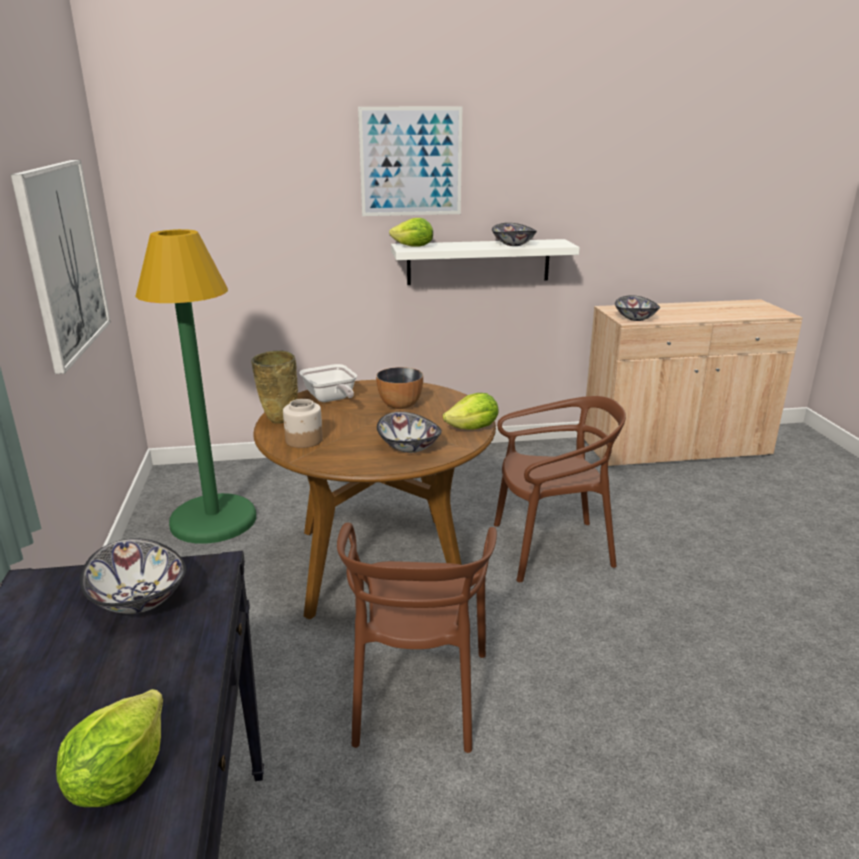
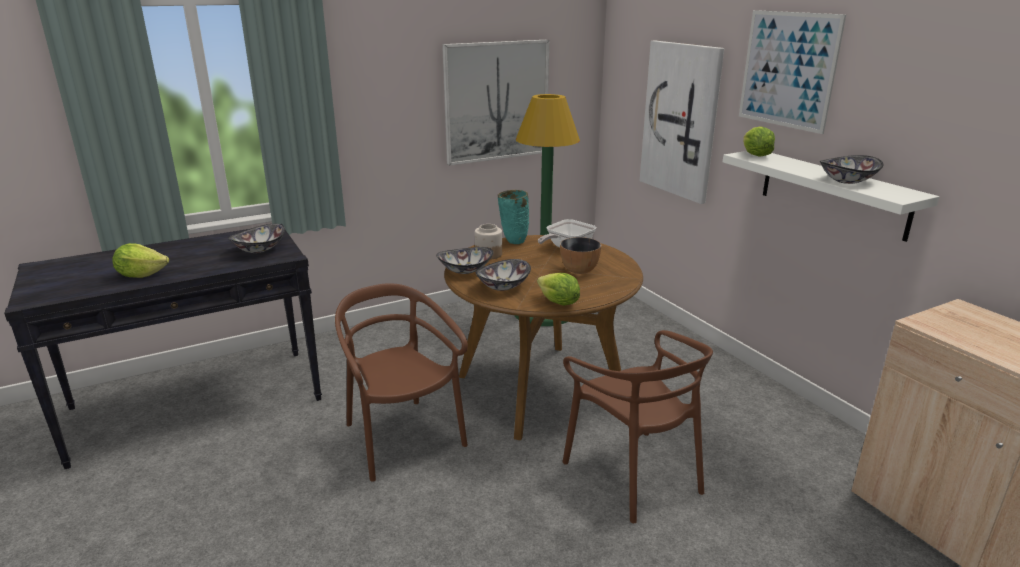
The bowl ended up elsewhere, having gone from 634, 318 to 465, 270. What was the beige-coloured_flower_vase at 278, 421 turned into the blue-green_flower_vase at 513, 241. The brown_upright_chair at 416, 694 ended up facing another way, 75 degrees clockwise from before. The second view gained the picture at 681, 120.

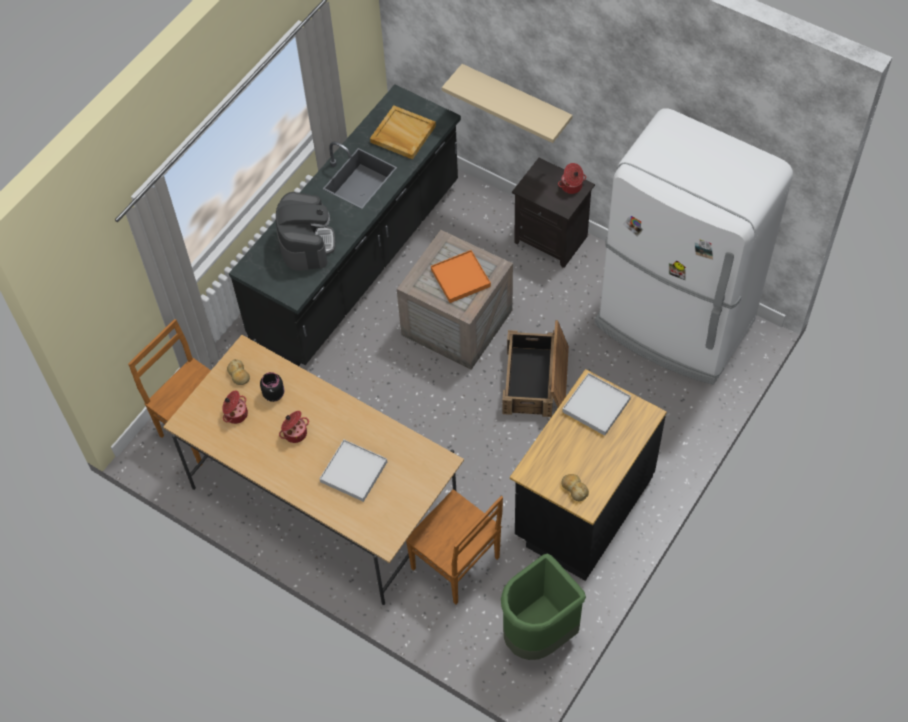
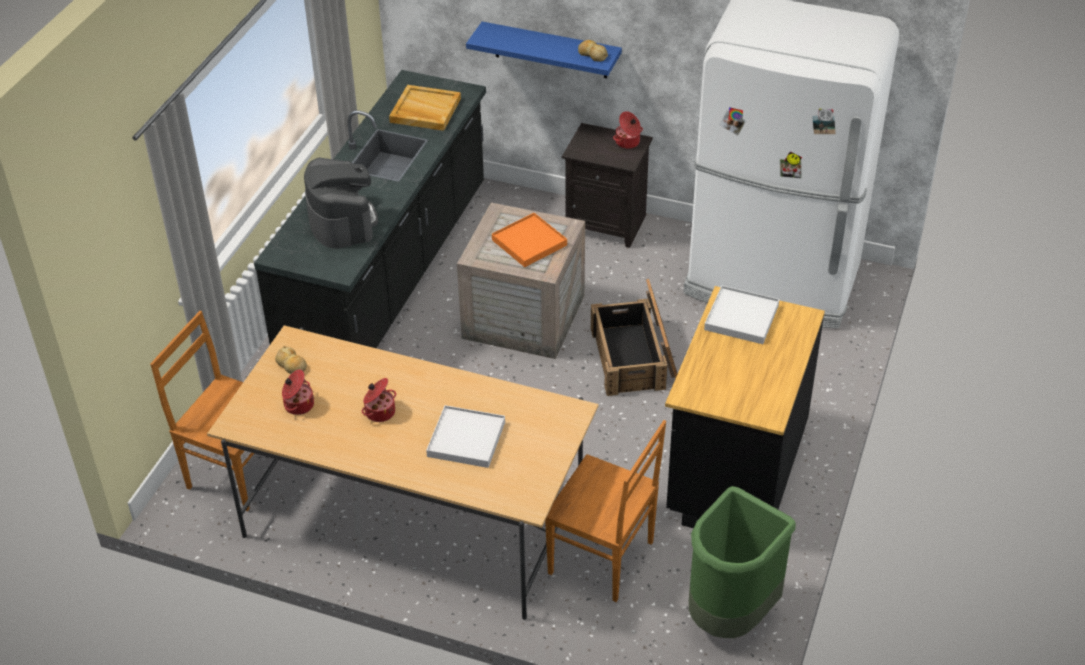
What was the beige-coloured_wall_shelf at 516, 100 turned into the bluish_wall_shelf at 551, 50. The second view lost the black_preserve_jar at 274, 393. The bread ended up elsewhere, having gone from 574, 489 to 592, 54.

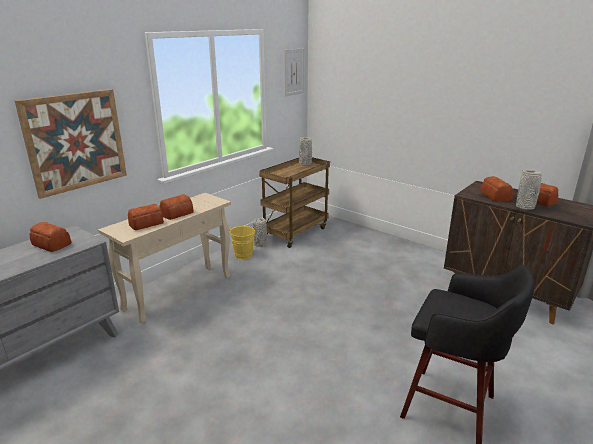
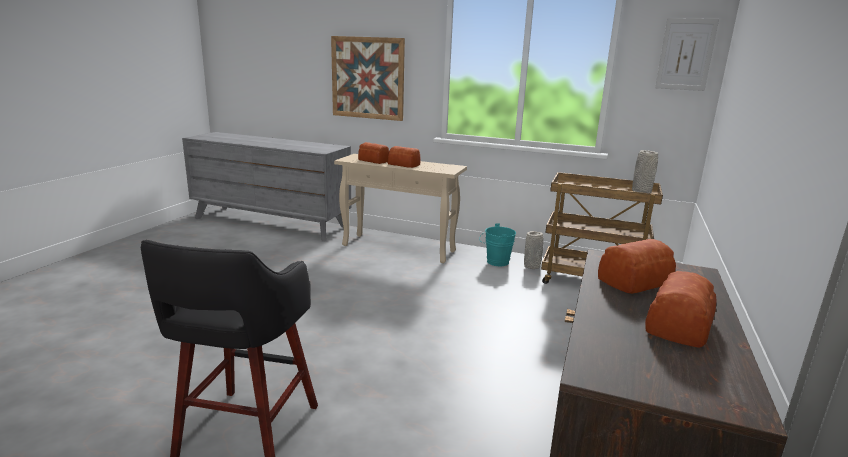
The second view lost the greyish_flower_vase at 525, 207. The second view lost the bread at 51, 245. What was the yellow-coloured_water_bucket at 242, 255 turned into the blue-green_water_bucket at 495, 262.

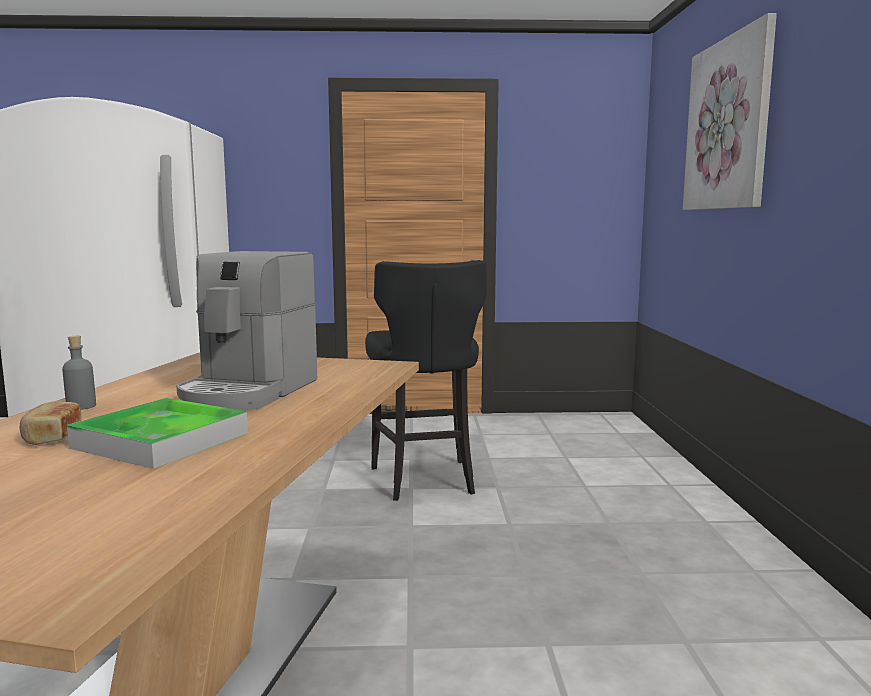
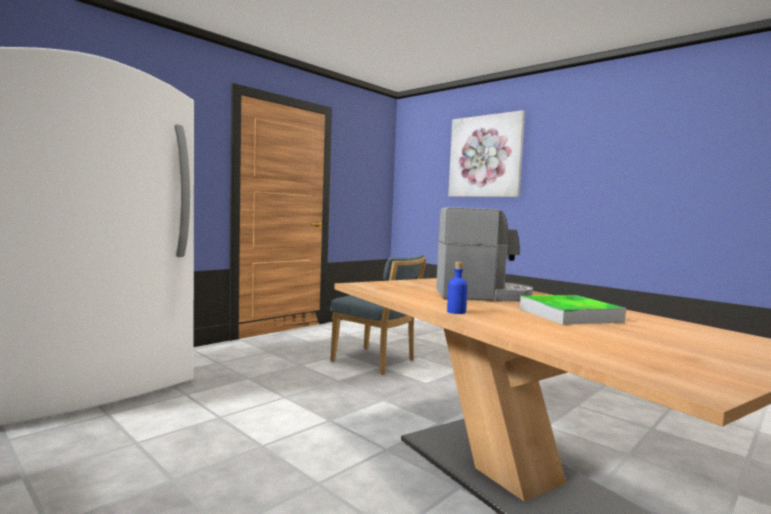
The coffee_maker at 249, 392 ended up facing another way, 60 degrees counterclockwise from before. Where the black_sitting_stool stood at 424, 479, the bluish_upright_chair came to stand at 376, 361. What was the greyish_bottle at 81, 406 turned into the bluish_bottle at 456, 312. The second view lost the bread at 51, 436.

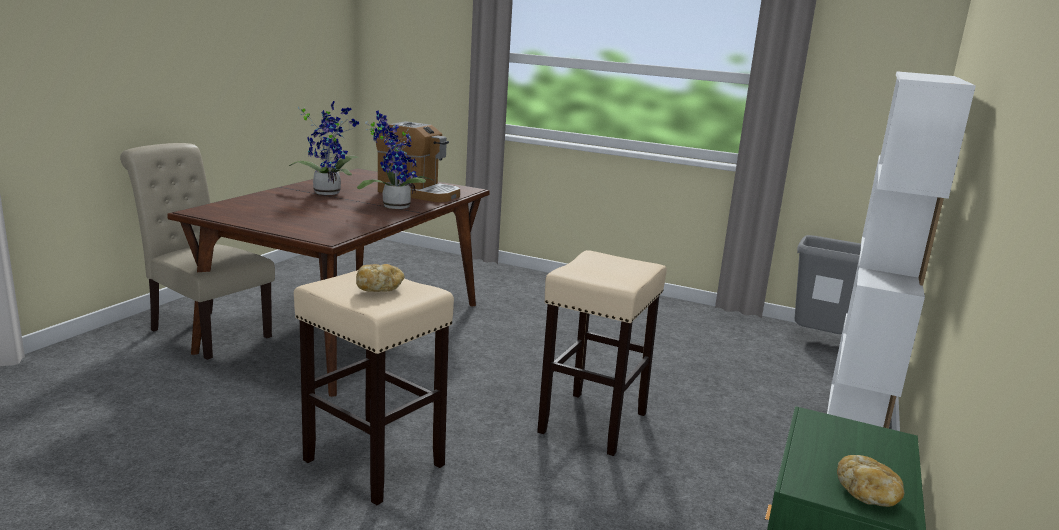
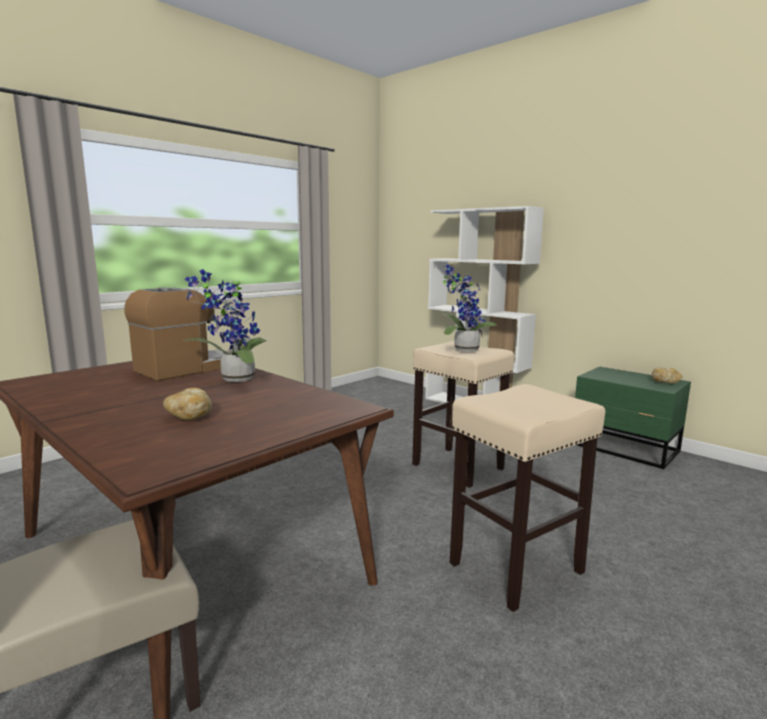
The houseplant ended up elsewhere, having gone from 328, 192 to 463, 349. The second view lost the greyish_trash_can at 818, 341. The bread ended up elsewhere, having gone from 379, 289 to 189, 416.

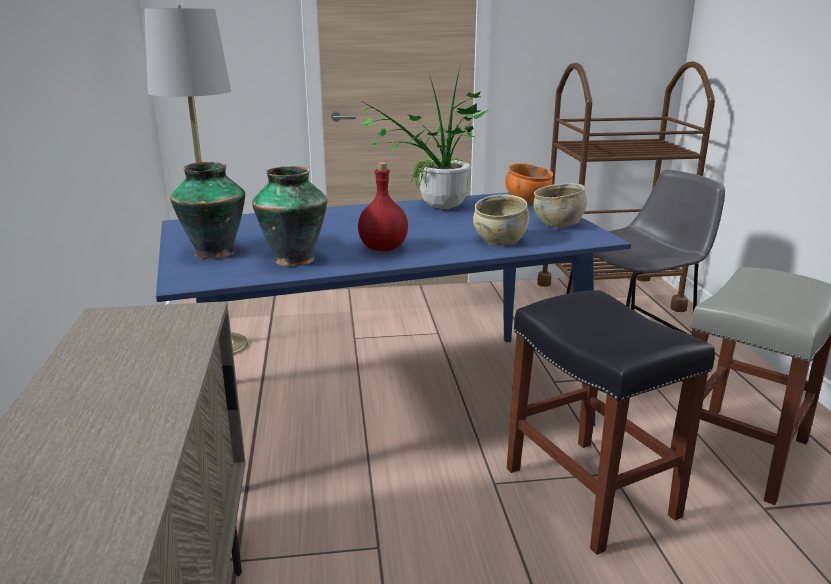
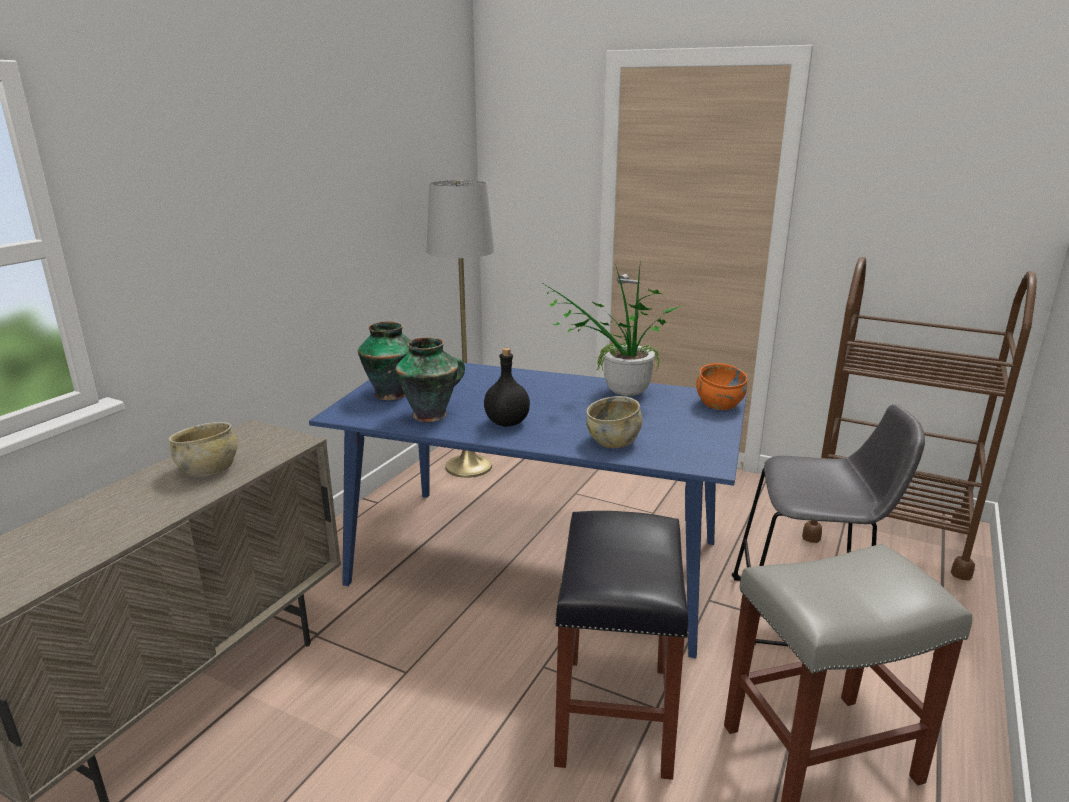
What was the red_bottle at 384, 248 turned into the black_bottle at 507, 423. The beige-coloured_bowl ended up elsewhere, having gone from 558, 223 to 209, 469.

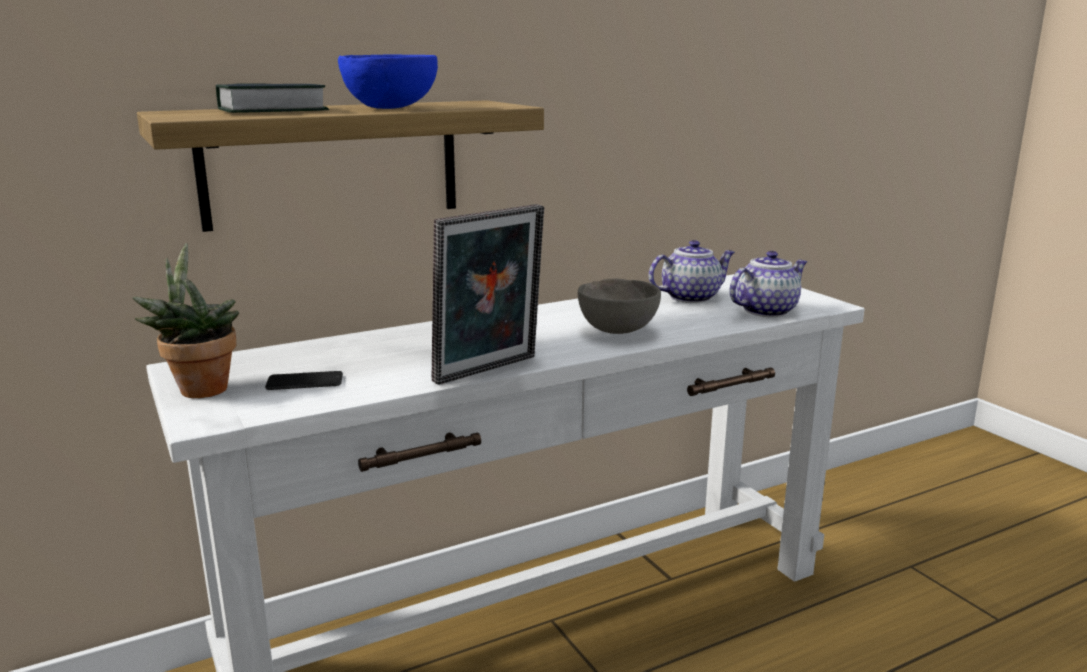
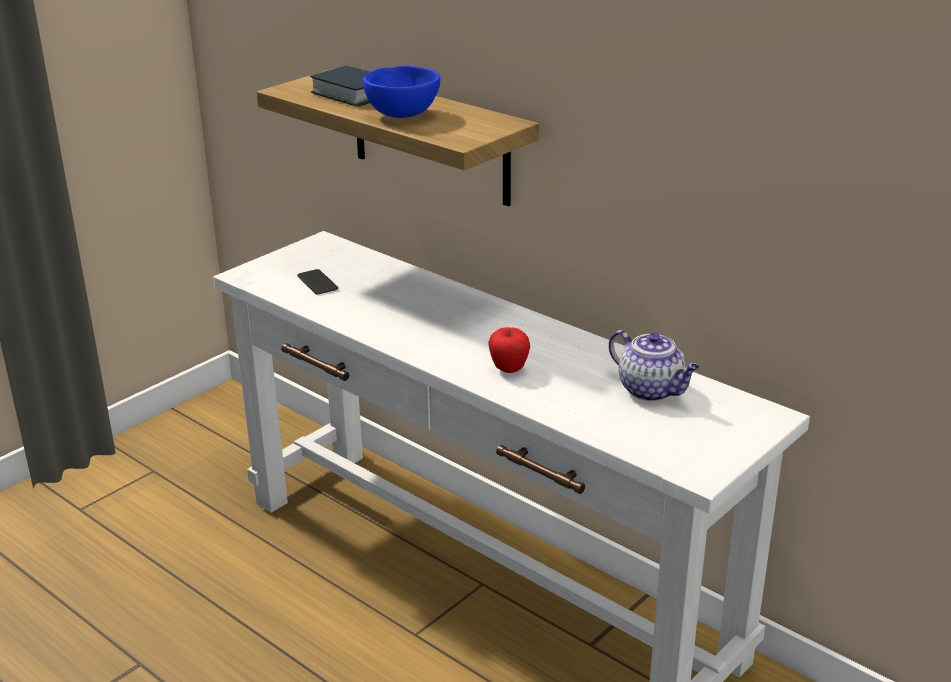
The second view lost the photo_frame at 489, 371. The second view lost the houseplant at 200, 388. The second view lost the tea_pot at 766, 311. Where the greyish_bowl stood at 618, 331, the apple came to stand at 509, 369.

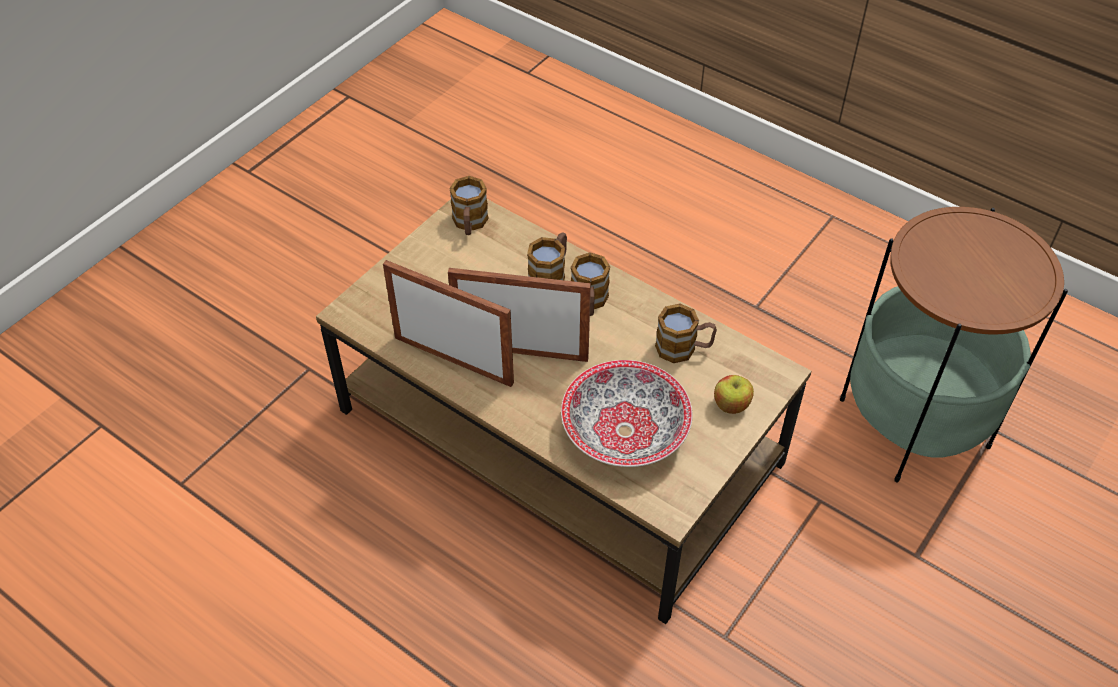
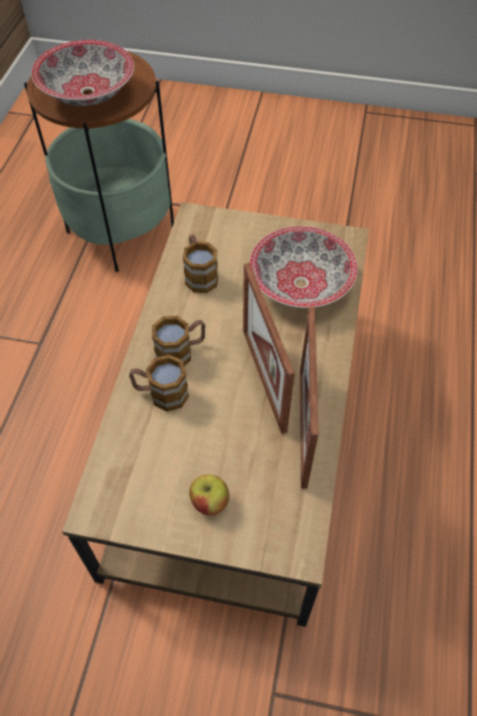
The second view lost the coffee_mug at 470, 224. The apple ended up elsewhere, having gone from 731, 405 to 209, 502. The second view gained the bowl at 87, 93.

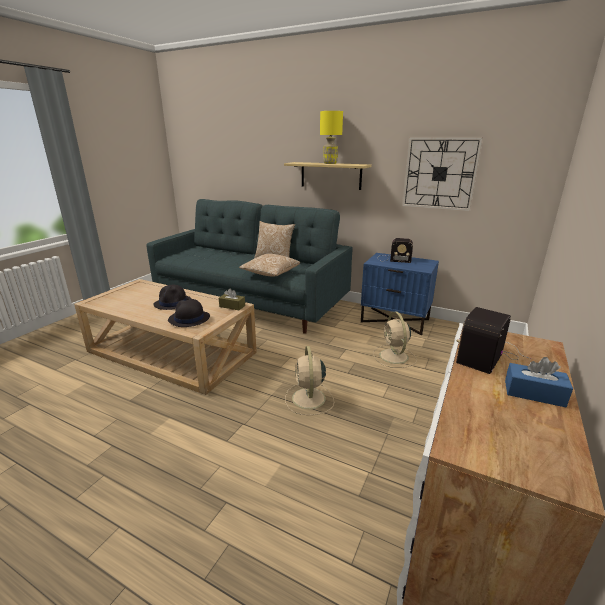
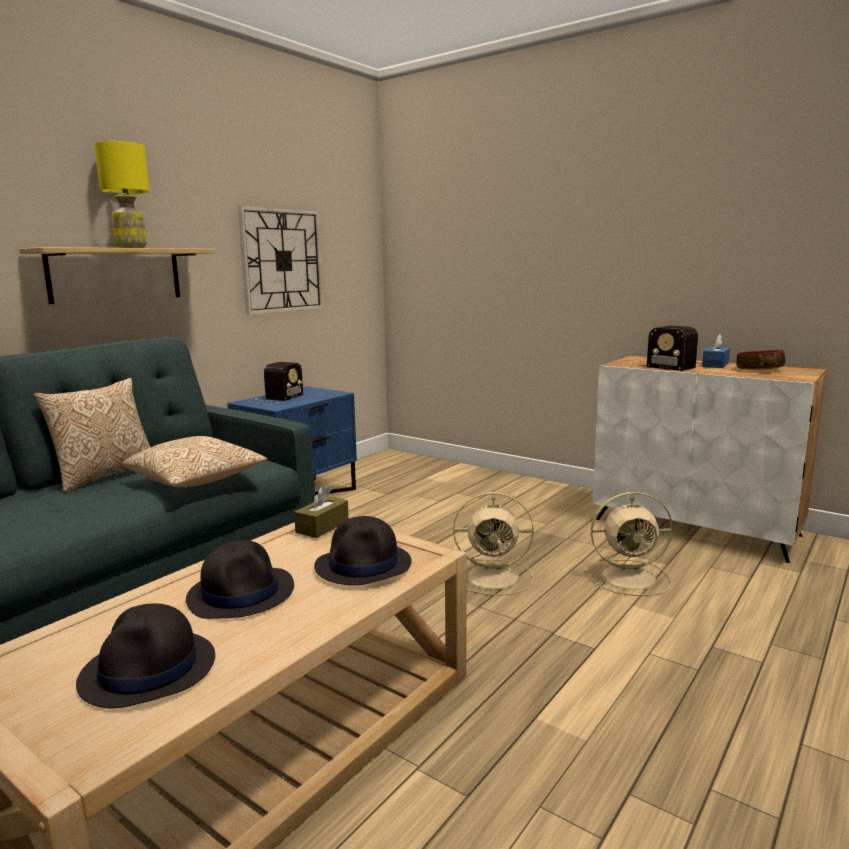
The beige-coloured_cooling_fan ended up elsewhere, having gone from 394, 357 to 631, 577. The second view gained the bowl at 759, 369. The second view gained the black_clothing_hat at 149, 670.

